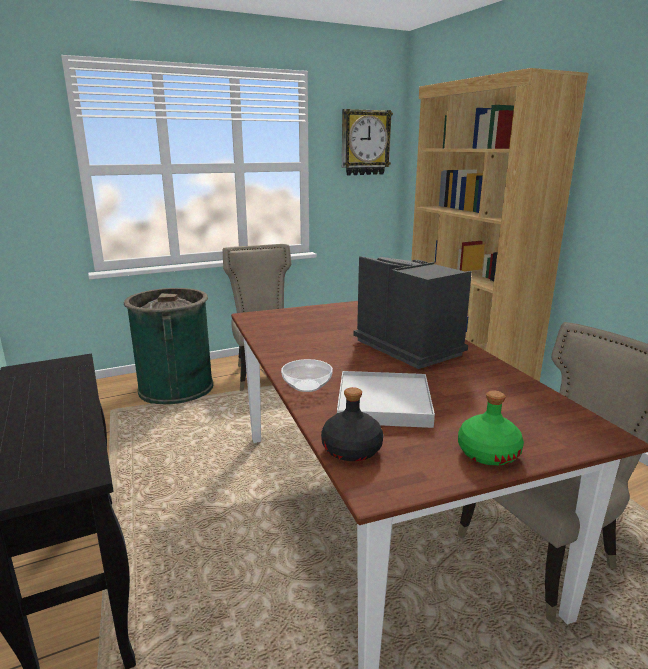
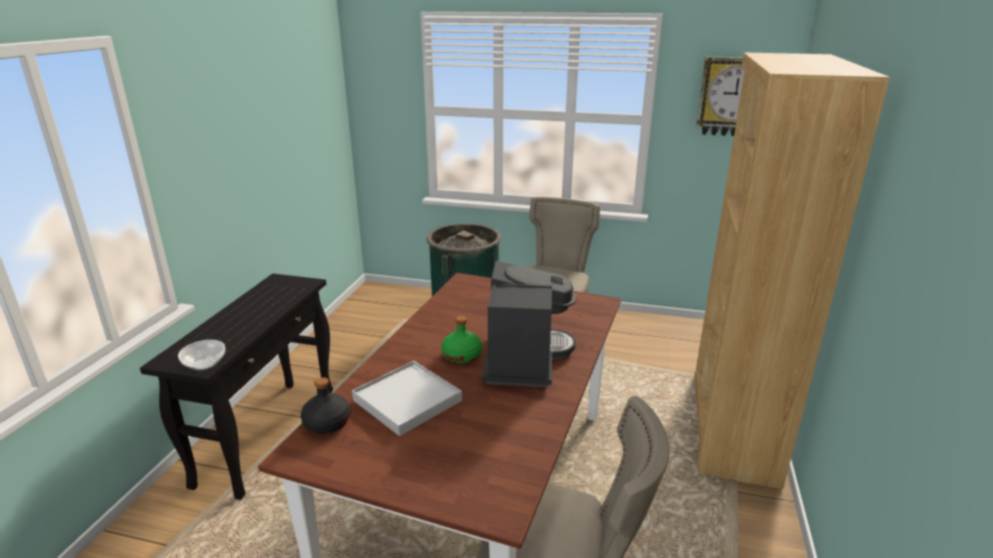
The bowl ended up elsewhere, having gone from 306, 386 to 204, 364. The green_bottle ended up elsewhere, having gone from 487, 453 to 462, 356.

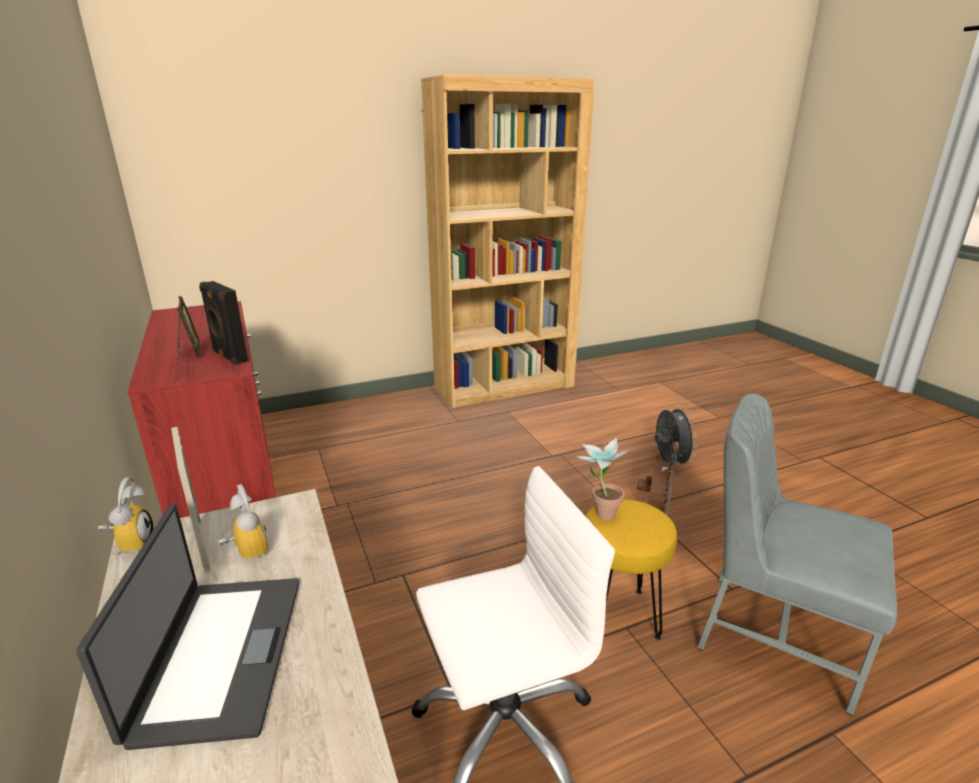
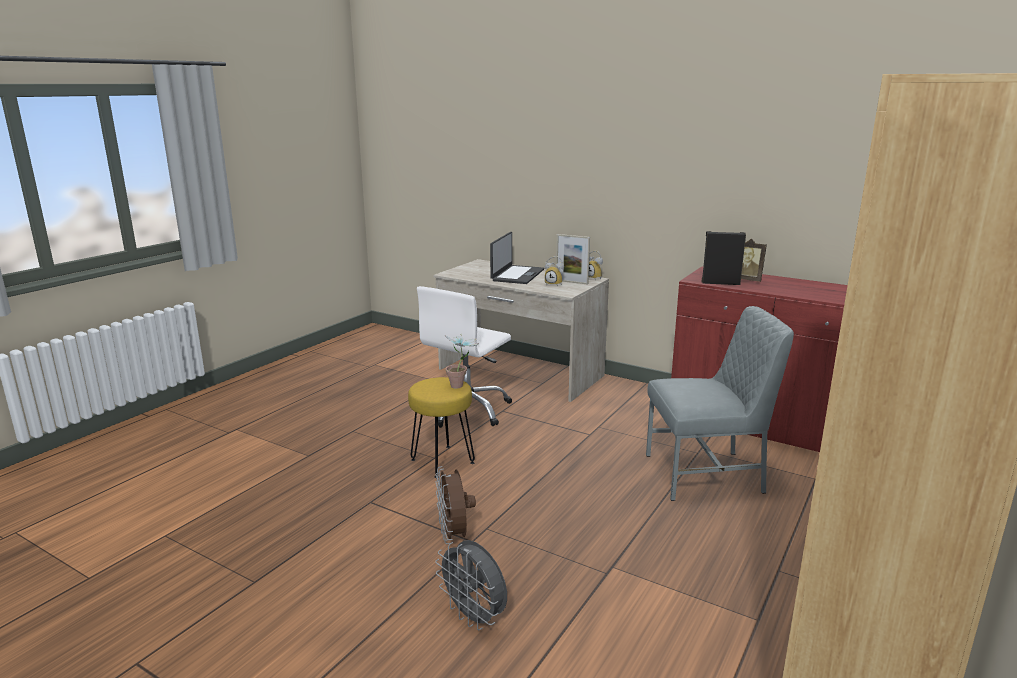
The greyish_upright_chair ended up elsewhere, having gone from 774, 634 to 706, 474. The notebook_computer at 218, 655 ended up facing another way, 120 degrees counterclockwise from before.

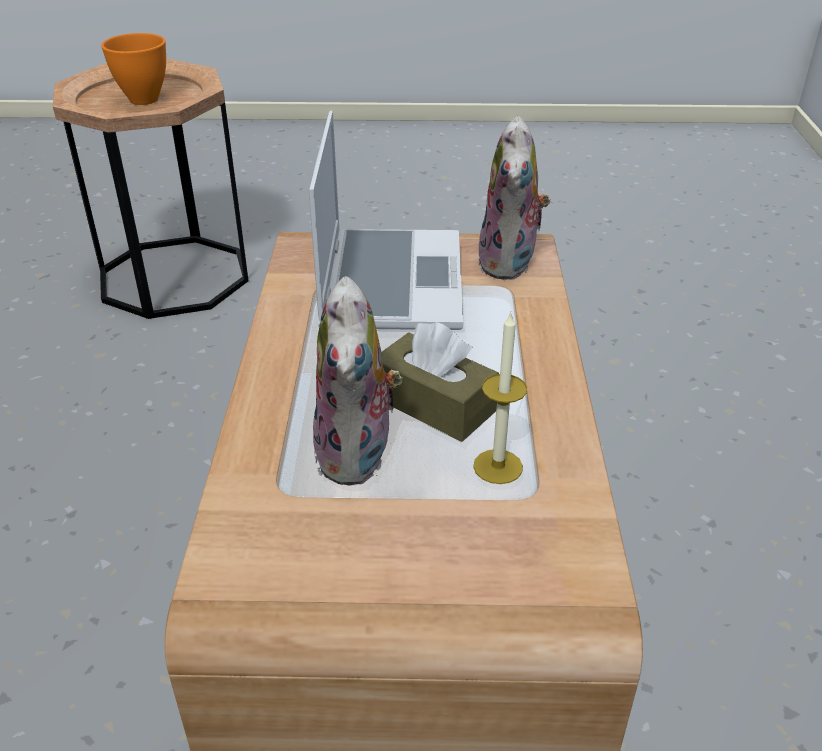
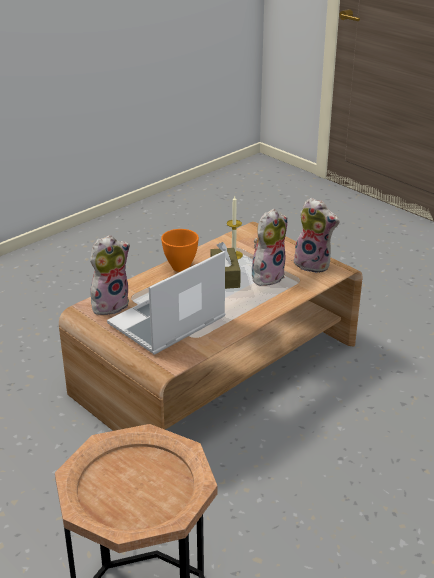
The orangey_bowl ended up elsewhere, having gone from 142, 100 to 181, 268. The second view gained the soft_toy at 314, 264.

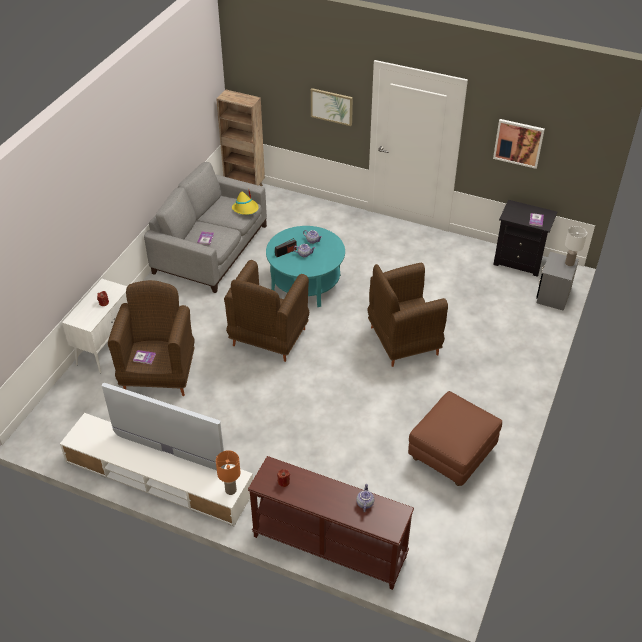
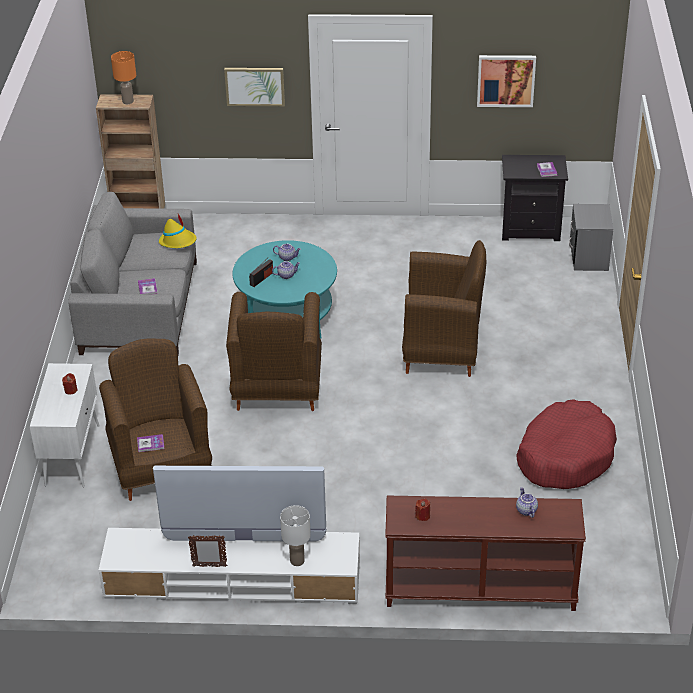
The white-coloured_table_lamp ended up elsewhere, having gone from 569, 263 to 297, 561. The brown_armchair at 402, 341 ended up facing another way, 135 degrees counterclockwise from before. Where the brown_ottoman stood at 452, 454, the red_dog_bed came to stand at 565, 456. The orangey_table_lamp ended up elsewhere, having gone from 231, 490 to 128, 101. The second view gained the photo_frame at 209, 566.

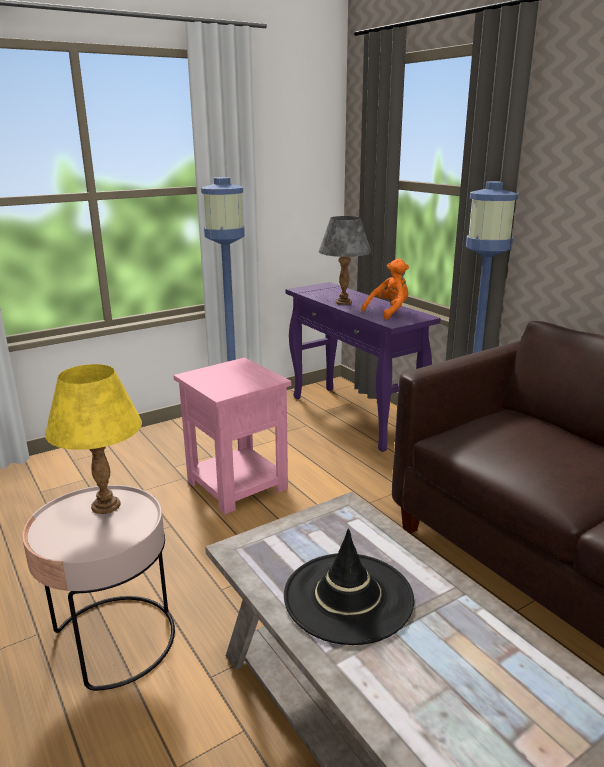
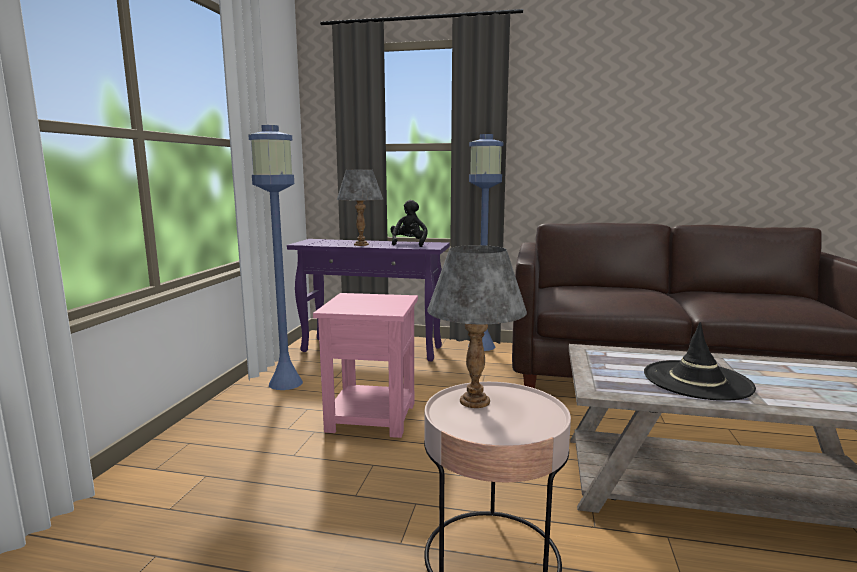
What was the orangey_soft_toy at 389, 311 turned into the black_soft_toy at 409, 244. What was the yellow-coloured_table_lamp at 106, 505 turned into the greyish_table_lamp at 474, 401.

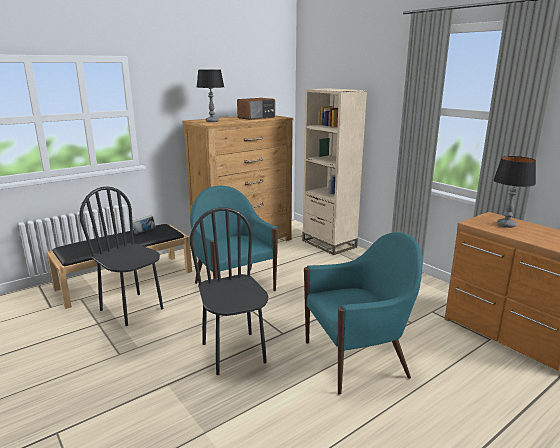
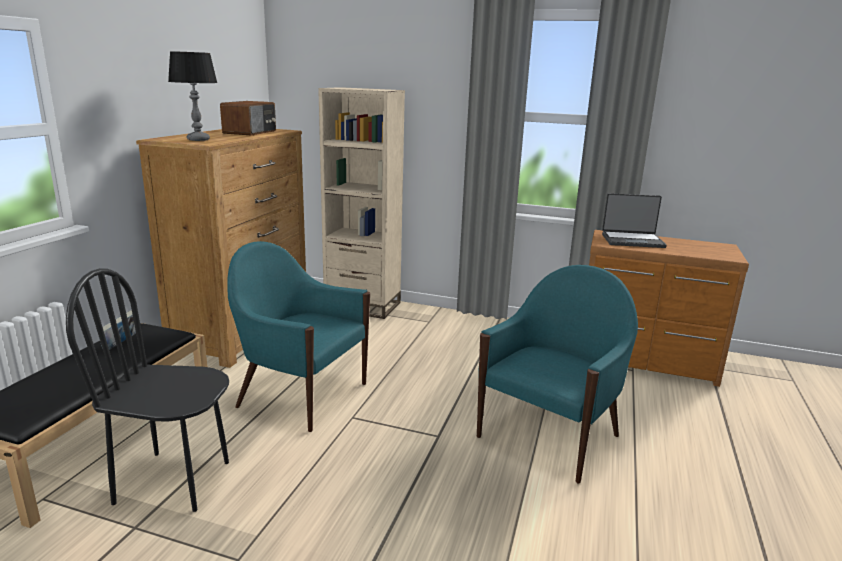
Where the table_lamp stood at 506, 225, the notebook_computer came to stand at 632, 240. The second view lost the black_upright_chair at 234, 353.

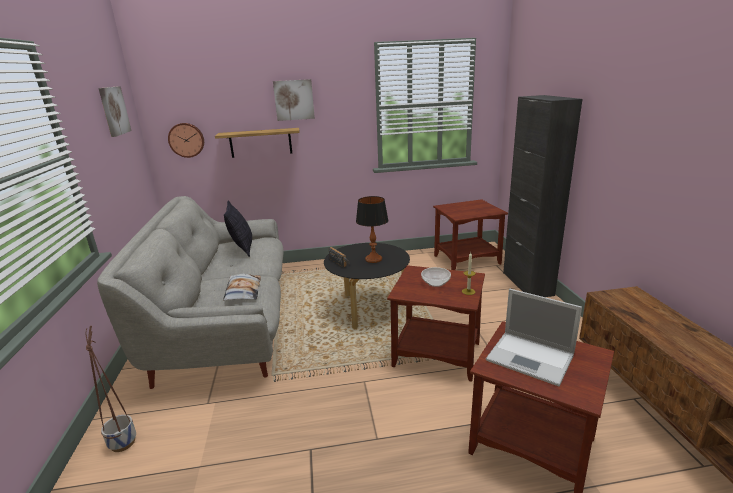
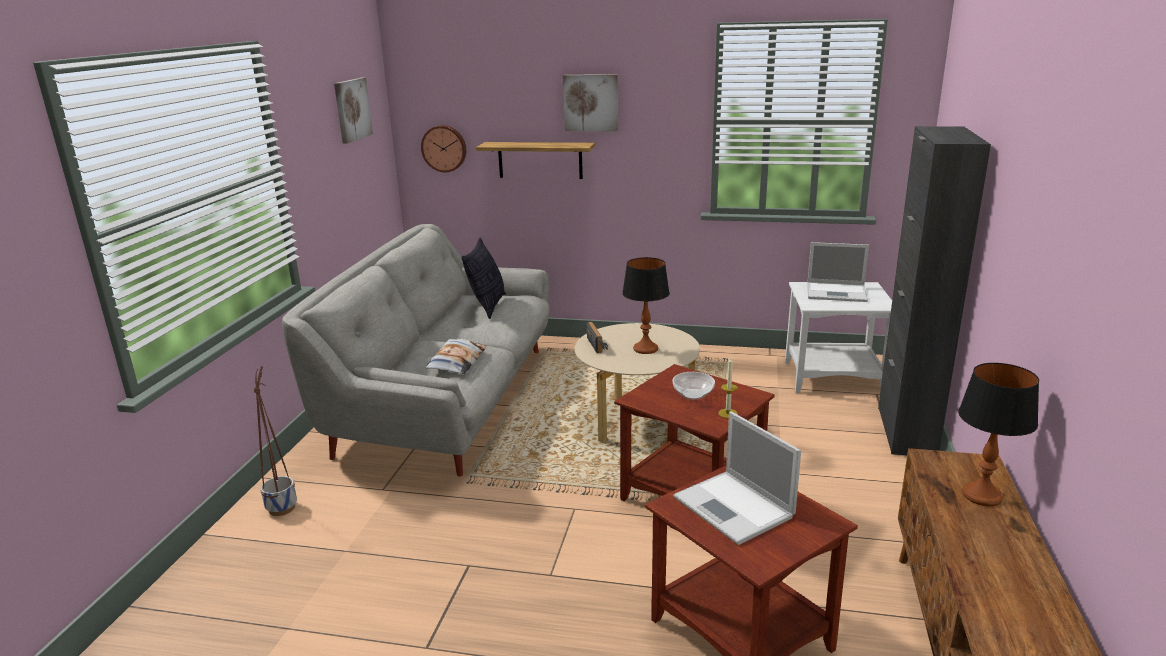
What was the brown_end_table at 466, 259 turned into the white-coloured_end_table at 833, 376. What was the black_coffee_table at 369, 309 turned into the beige-coloured_coffee_table at 637, 420. The second view gained the notebook_computer at 837, 292. The second view gained the table_lamp at 981, 495.

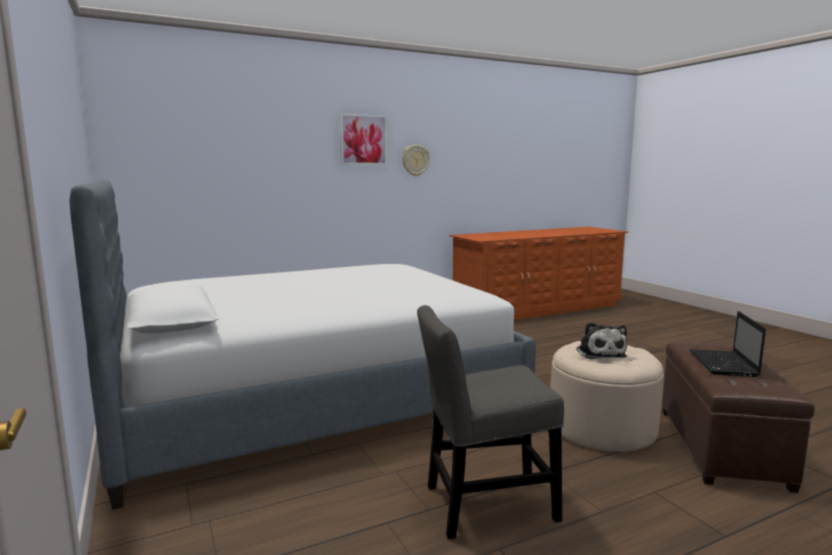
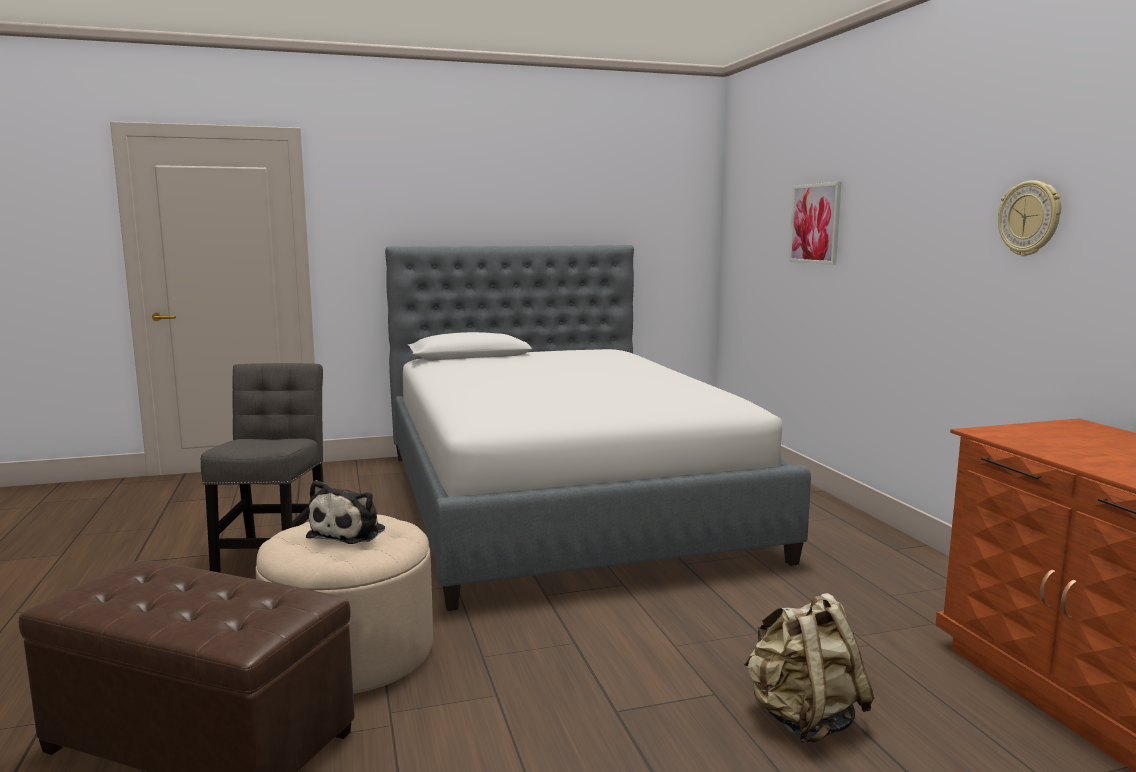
The picture ended up elsewhere, having gone from 363, 140 to 815, 223. The second view lost the notebook_computer at 724, 364. The soft_toy at 599, 353 ended up facing another way, 75 degrees counterclockwise from before. The second view gained the beige-coloured_backpack at 803, 719.

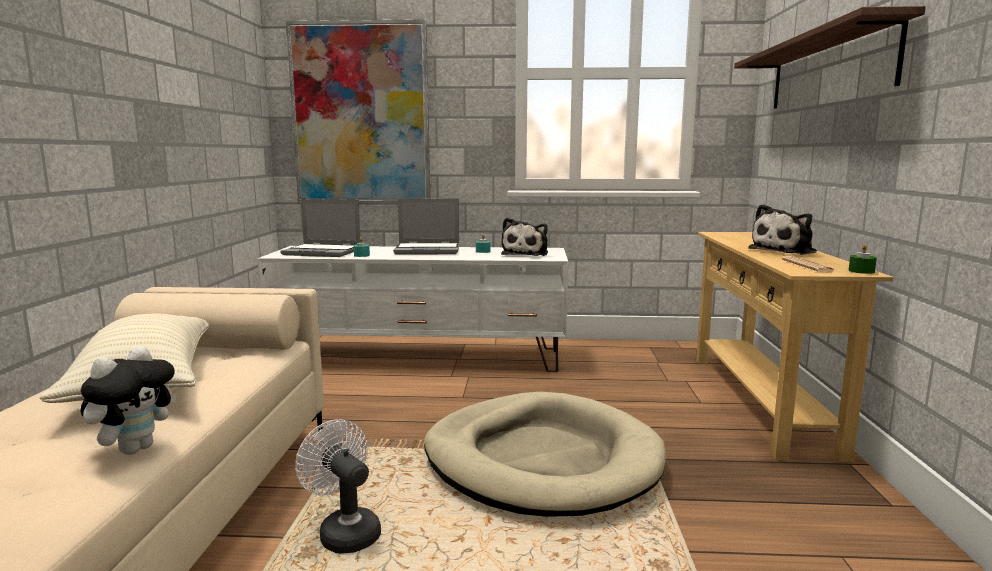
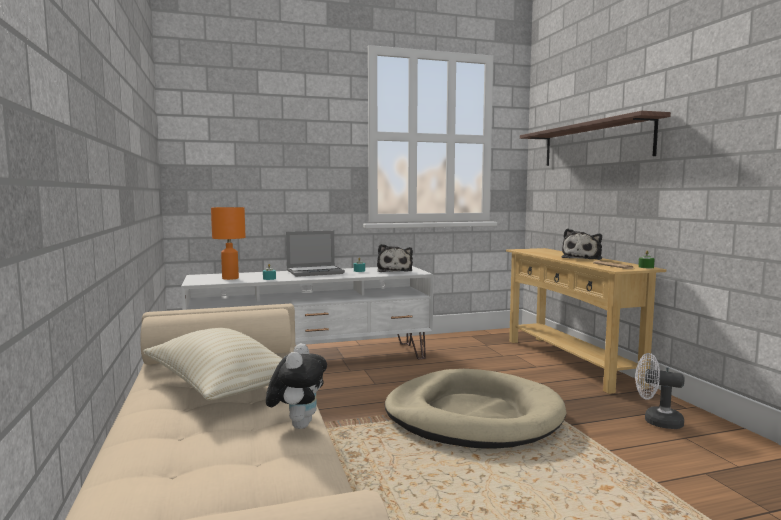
The second view lost the picture at 360, 114. Where the notebook_computer stood at 323, 252, the orangey_table_lamp came to stand at 230, 278. The white-coloured_cooling_fan ended up elsewhere, having gone from 344, 531 to 656, 421.

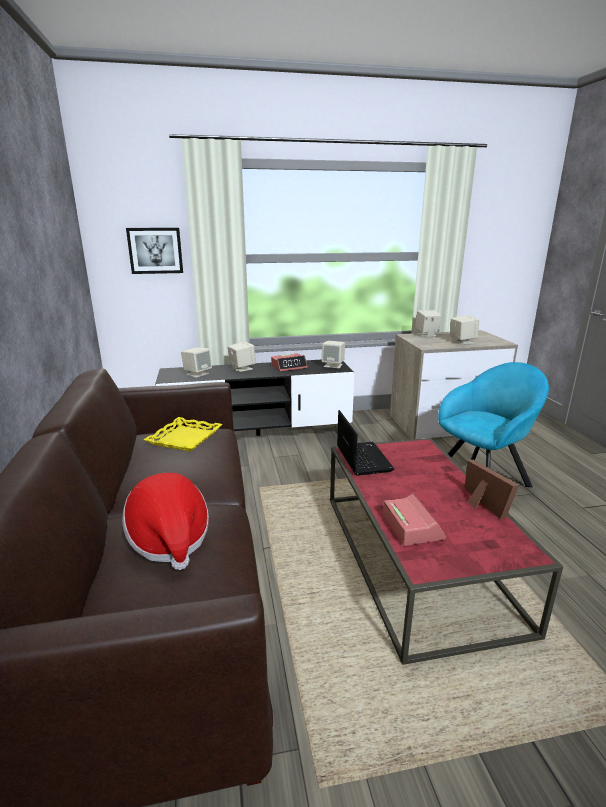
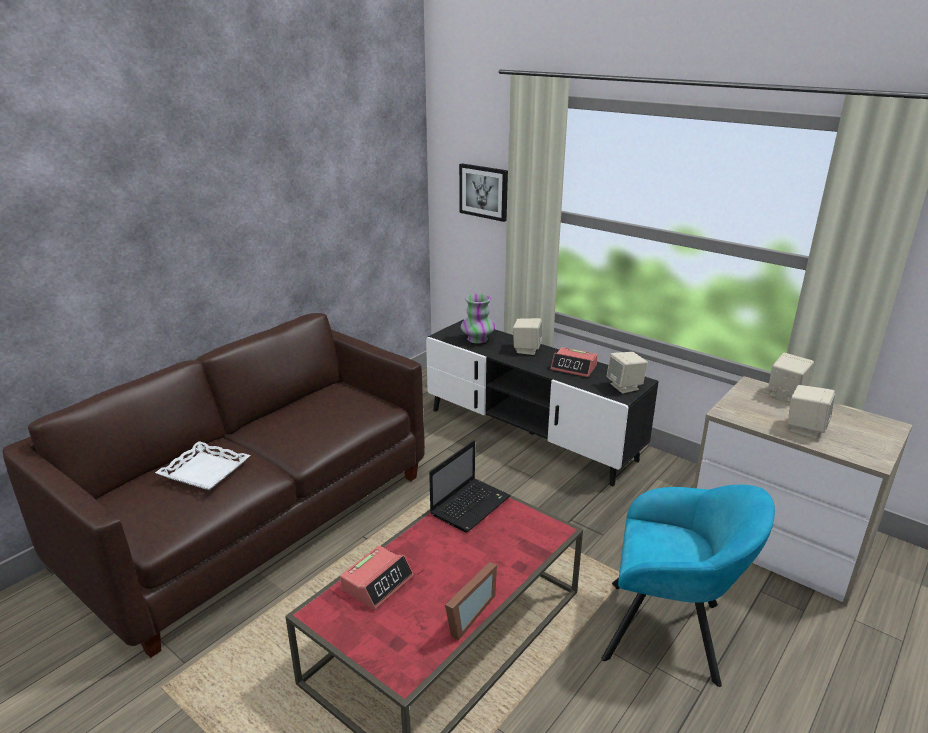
Where the beige-coloured_loudspeaker stood at 197, 374, the flower_vase came to stand at 477, 339. The second view lost the yellow-coloured_tray at 185, 439. Where the clothing_hat stood at 169, 539, the white-coloured_tray came to stand at 204, 471.

